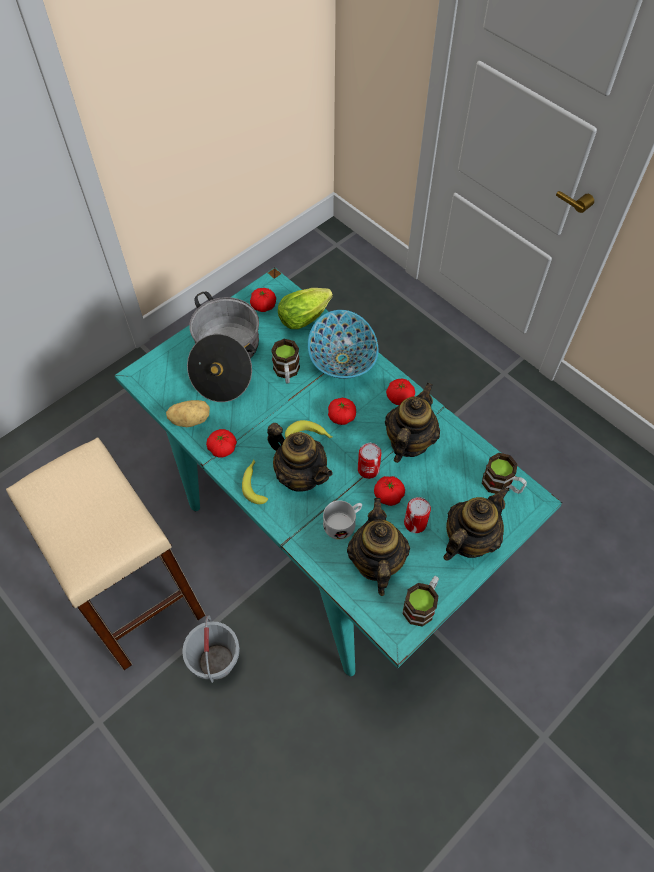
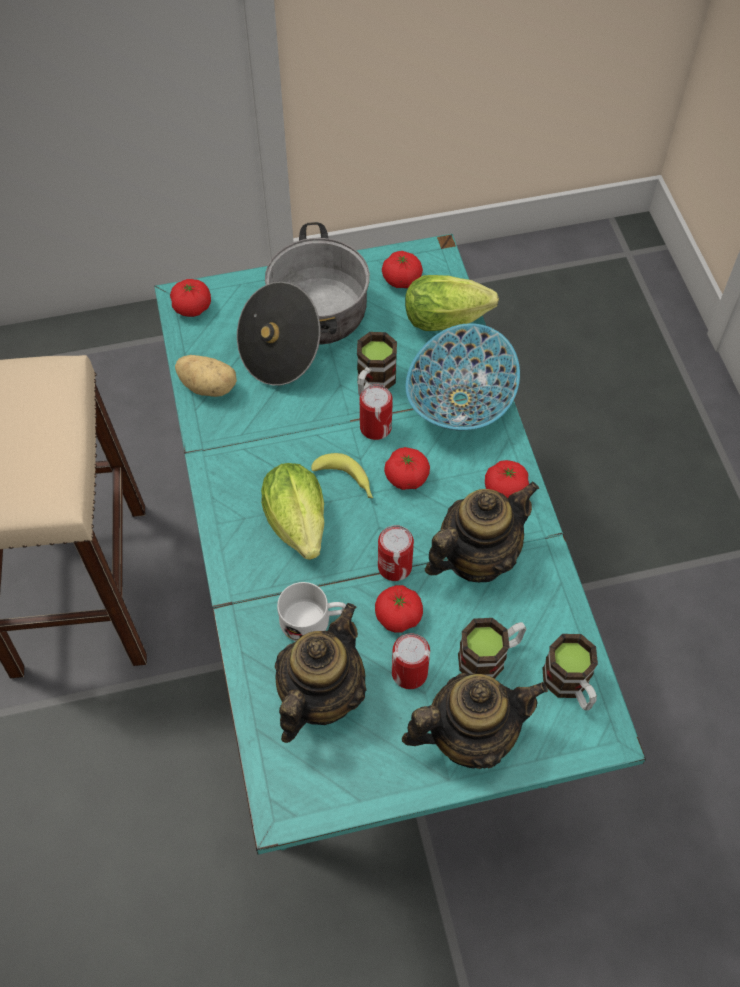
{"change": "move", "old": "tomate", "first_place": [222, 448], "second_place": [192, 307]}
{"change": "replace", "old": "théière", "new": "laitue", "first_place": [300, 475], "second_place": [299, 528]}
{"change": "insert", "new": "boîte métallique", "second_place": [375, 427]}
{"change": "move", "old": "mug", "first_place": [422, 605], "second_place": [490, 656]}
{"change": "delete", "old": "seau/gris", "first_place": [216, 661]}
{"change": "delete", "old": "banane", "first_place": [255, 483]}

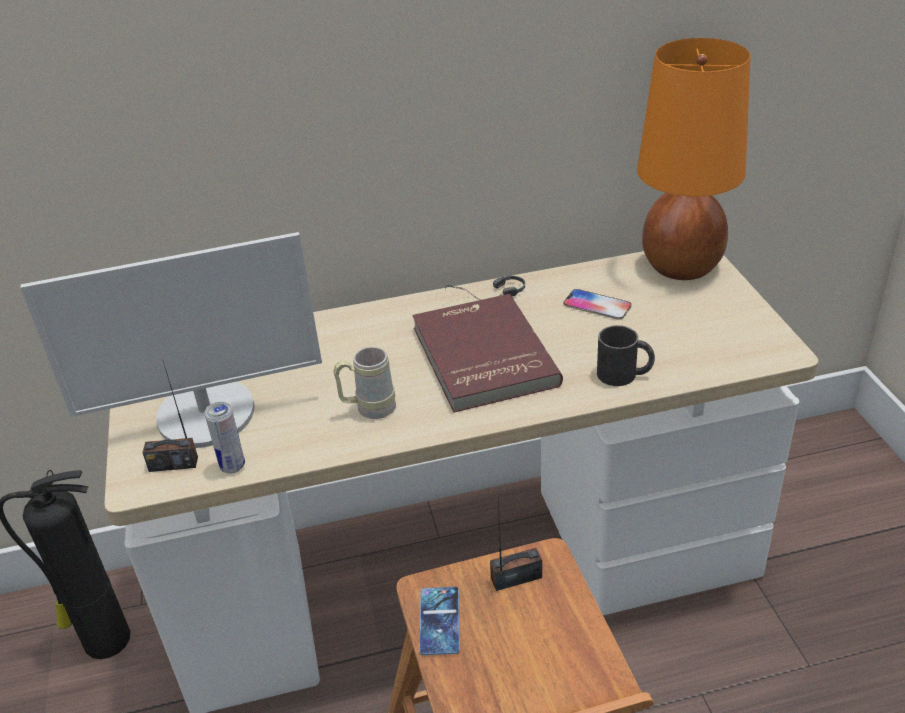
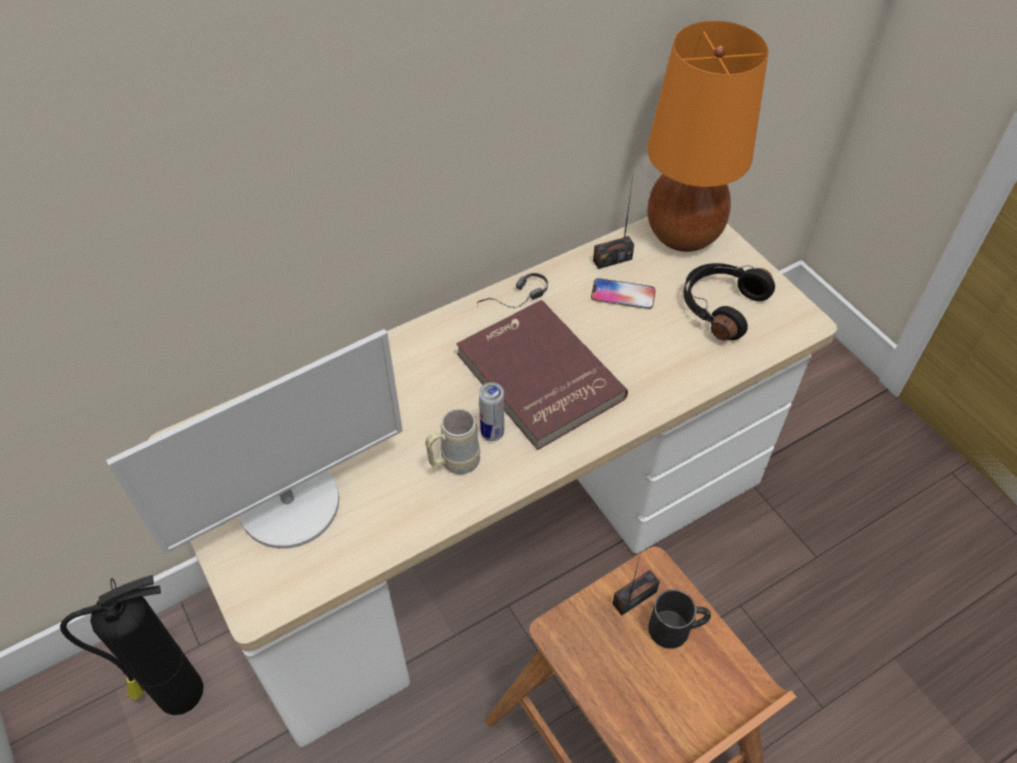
{"change": "move", "old": "boîte métallique", "first_place": [233, 466], "second_place": [492, 433]}
{"change": "move", "old": "radio", "first_place": [173, 464], "second_place": [612, 259]}
{"change": "move", "old": "mug/noir", "first_place": [624, 374], "second_place": [677, 628]}
{"change": "insert", "new": "casque audio/noir", "second_place": [720, 306]}
{"change": "delete", "old": "téléphone", "first_place": [439, 621]}

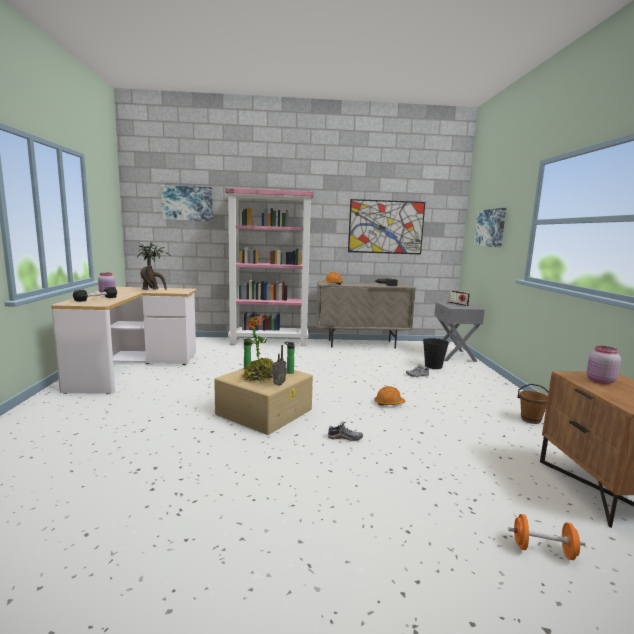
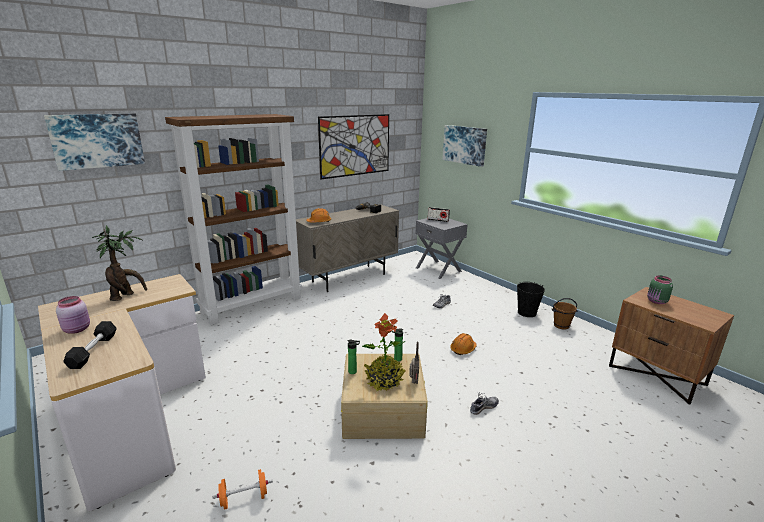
{"change": "recolor", "old": "bibliothèque/rose", "new": "bibliothèque/marron", "first_place": [269, 342], "second_place": [252, 304]}
{"change": "move", "old": "haltère/orange", "first_place": [543, 550], "second_place": [244, 498]}
{"change": "move", "old": "seau/noir", "first_place": [433, 366], "second_place": [527, 313]}
{"change": "recolor", "old": "bocal/rose", "new": "bocal/vert", "first_place": [599, 381], "second_place": [656, 301]}

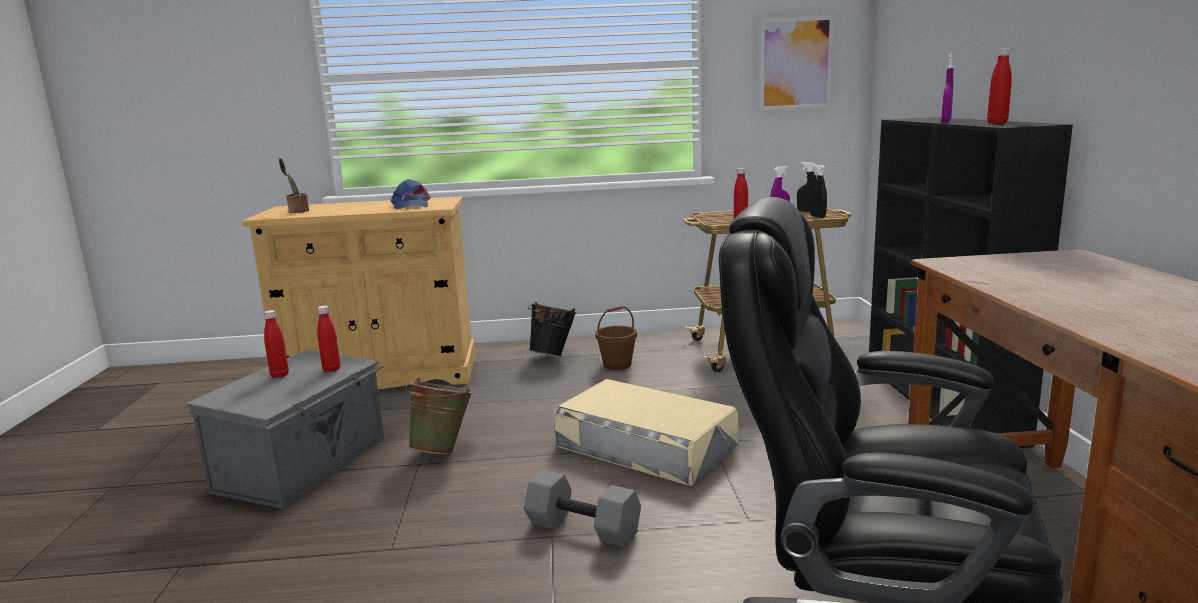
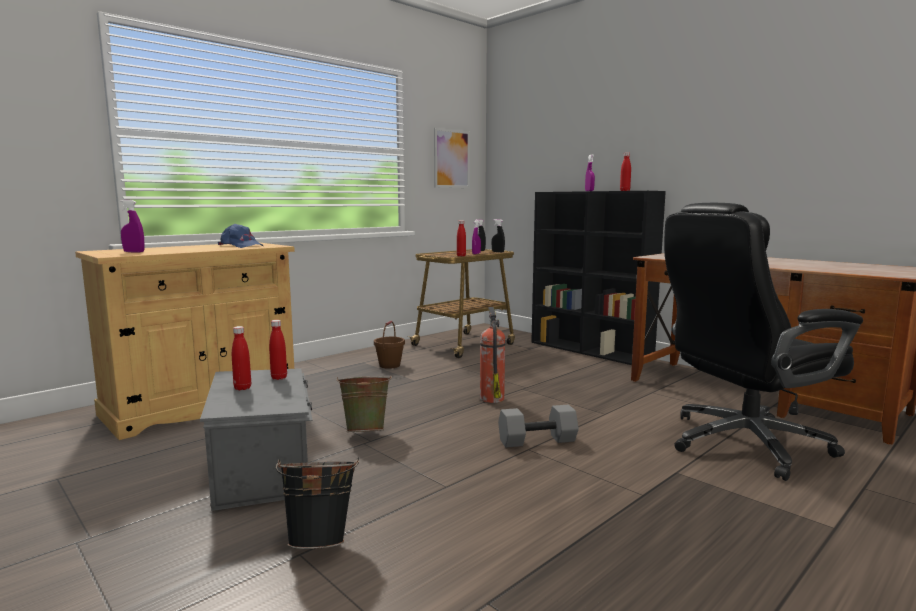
{"change": "replace", "old": "plante en pot", "new": "vaporisateur/violet", "first_place": [297, 211], "second_place": [134, 252]}
{"change": "move", "old": "seau/noir", "first_place": [554, 356], "second_place": [321, 540]}
{"change": "replace", "old": "boîte de rangement/beige", "new": "extincteur", "first_place": [646, 445], "second_place": [491, 398]}

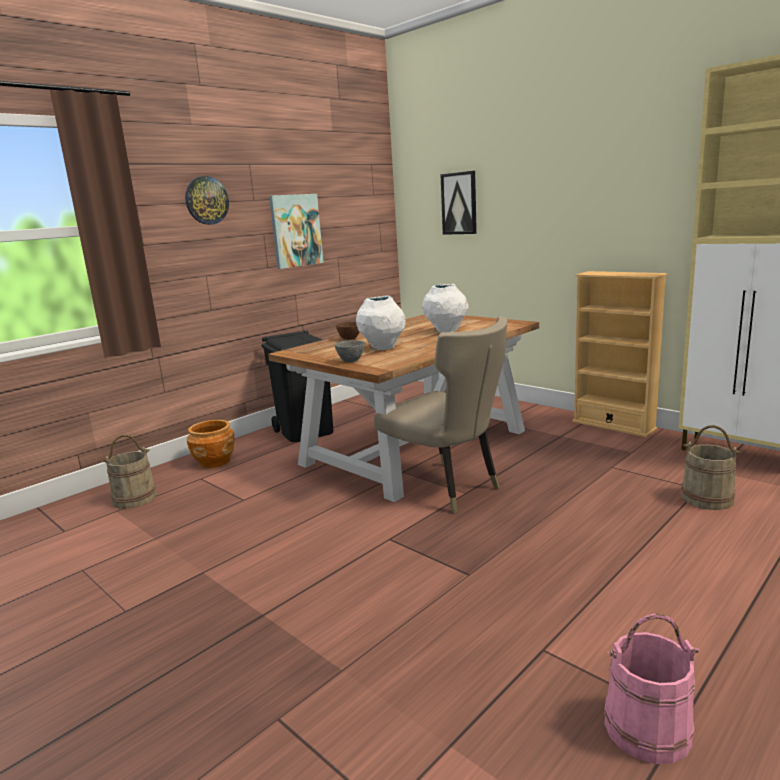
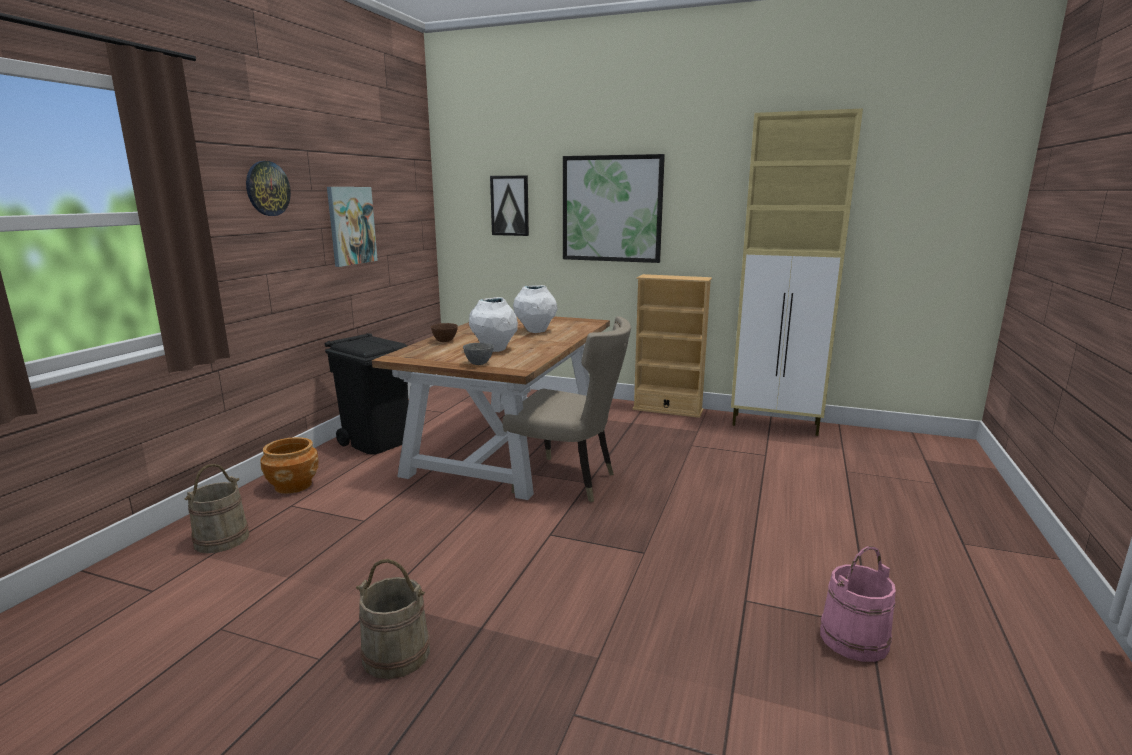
{"change": "move", "old": "seau/beige", "first_place": [706, 498], "second_place": [396, 654]}
{"change": "insert", "new": "tableau", "second_place": [612, 209]}

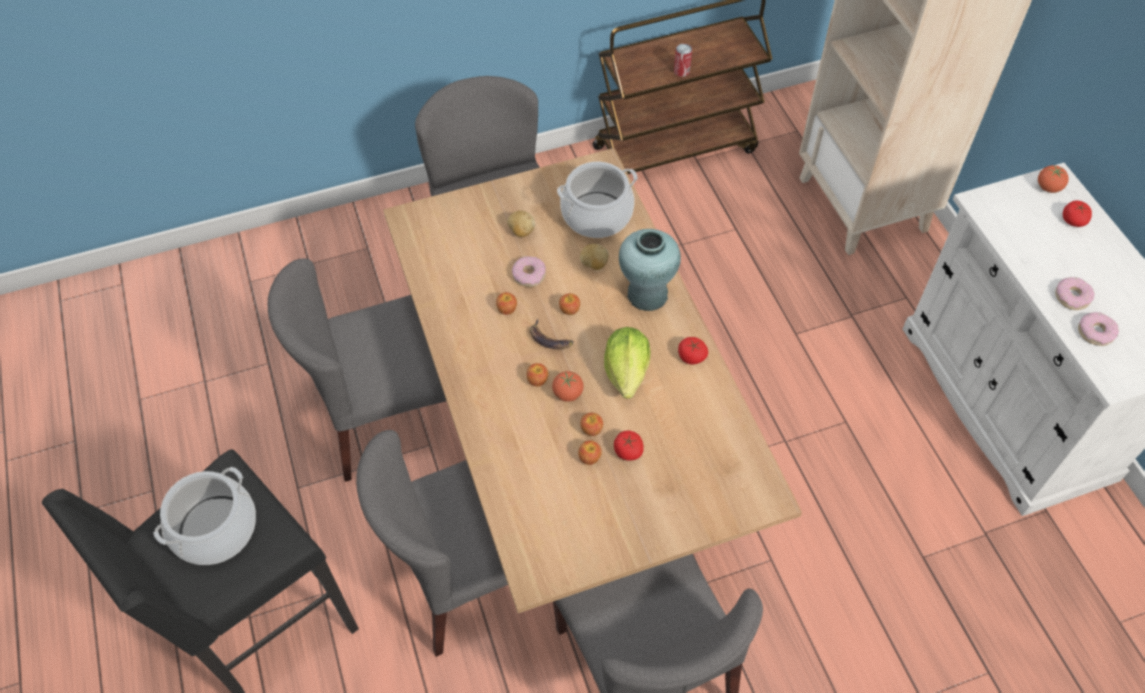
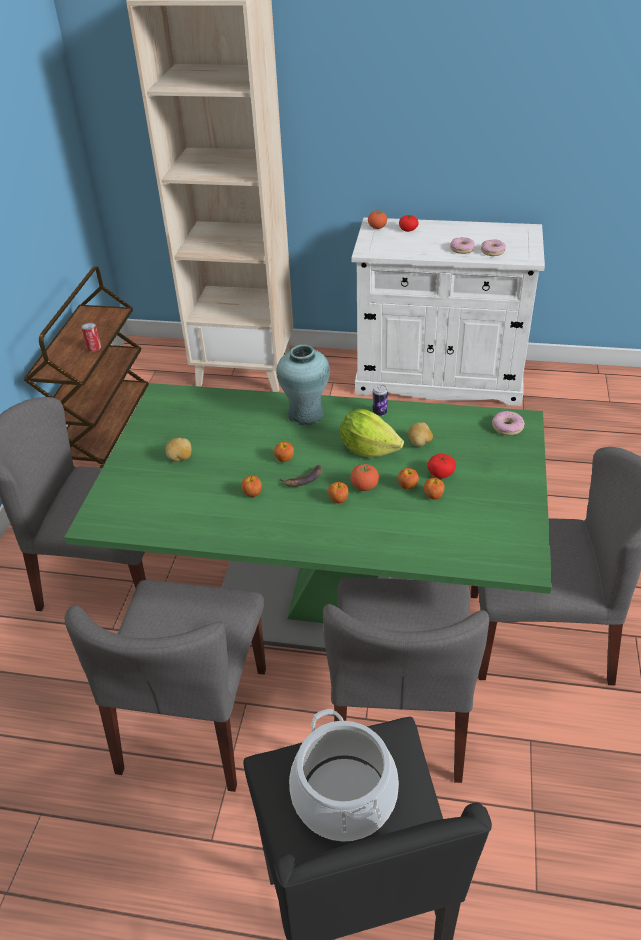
{"change": "recolor", "old": "table à manger/marron", "new": "table à manger/vert", "first_place": [574, 452], "second_place": [326, 603]}
{"change": "replace", "old": "tomate", "new": "boîte métallique", "first_place": [691, 356], "second_place": [379, 413]}
{"change": "move", "old": "pomme de terre", "first_place": [594, 264], "second_place": [419, 443]}
{"change": "move", "old": "beignet", "first_place": [529, 275], "second_place": [507, 427]}
{"change": "delete", "old": "marmite", "first_place": [597, 215]}

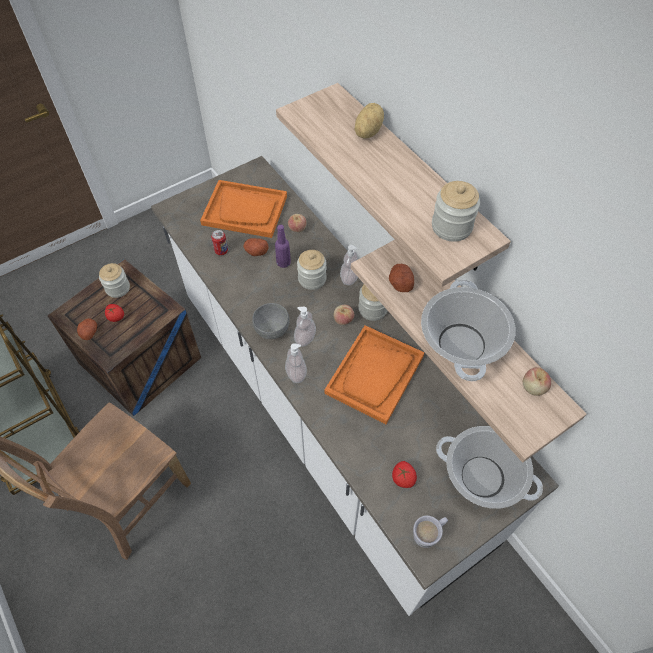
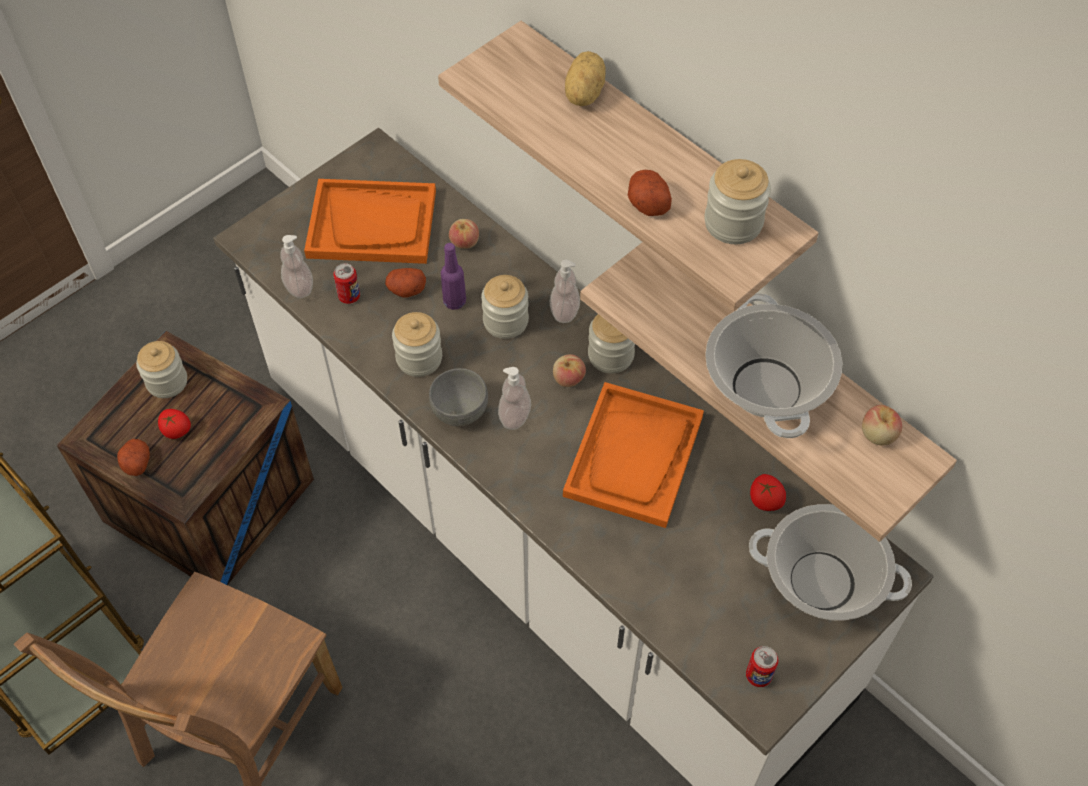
{"change": "move", "old": "distributeur de savon", "first_place": [296, 373], "second_place": [299, 287]}
{"change": "insert", "new": "bocal", "second_place": [419, 358]}
{"change": "move", "old": "pomme de terre", "first_place": [400, 283], "second_place": [647, 203]}
{"change": "replace", "old": "mug/blanc", "new": "boîte métallique", "first_place": [428, 534], "second_place": [758, 675]}
{"change": "move", "old": "tomate", "first_place": [403, 478], "second_place": [765, 500]}

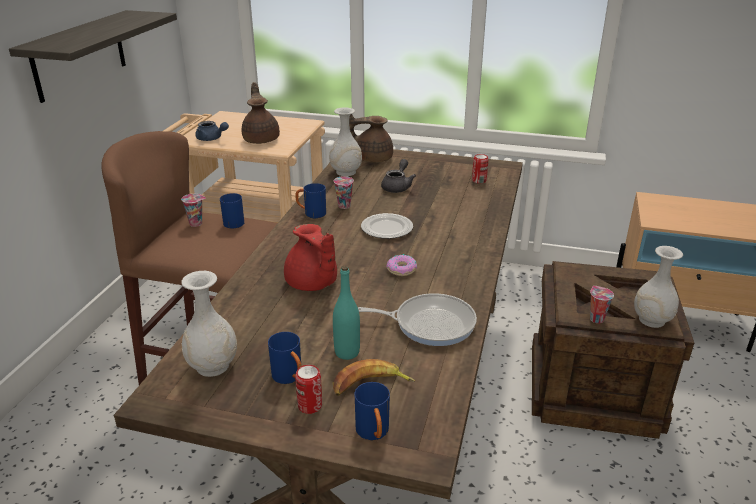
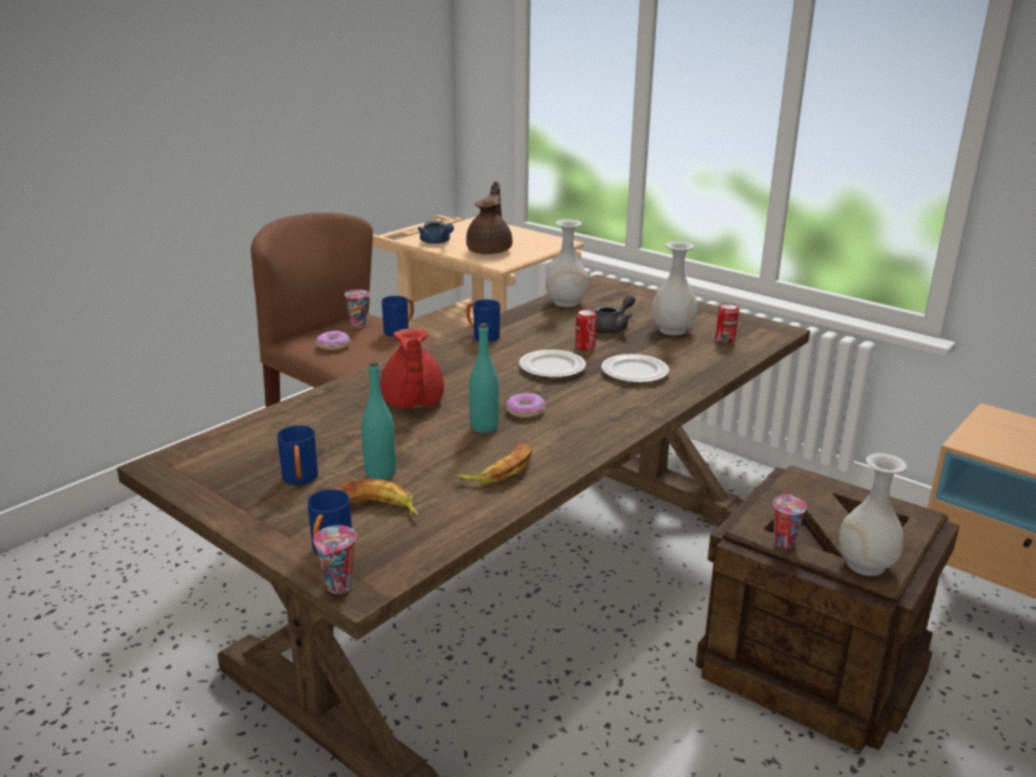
{"change": "move", "old": "tasse", "first_place": [345, 206], "second_place": [339, 587]}
{"change": "insert", "new": "beignet", "second_place": [333, 345]}
{"change": "replace", "old": "poêle", "new": "banane", "first_place": [430, 324], "second_place": [499, 470]}
{"change": "insert", "new": "bouteille/turquoise", "second_place": [484, 427]}
{"change": "move", "old": "boîte métallique", "first_place": [310, 405], "second_place": [585, 346]}
{"change": "insert", "new": "assiette", "second_place": [635, 372]}
{"change": "move", "old": "vase/blanc", "first_place": [213, 365], "second_place": [673, 330]}
{"change": "delete", "old": "étagère", "first_place": [79, 55]}
{"change": "delete", "old": "théière/marron", "first_place": [371, 158]}

